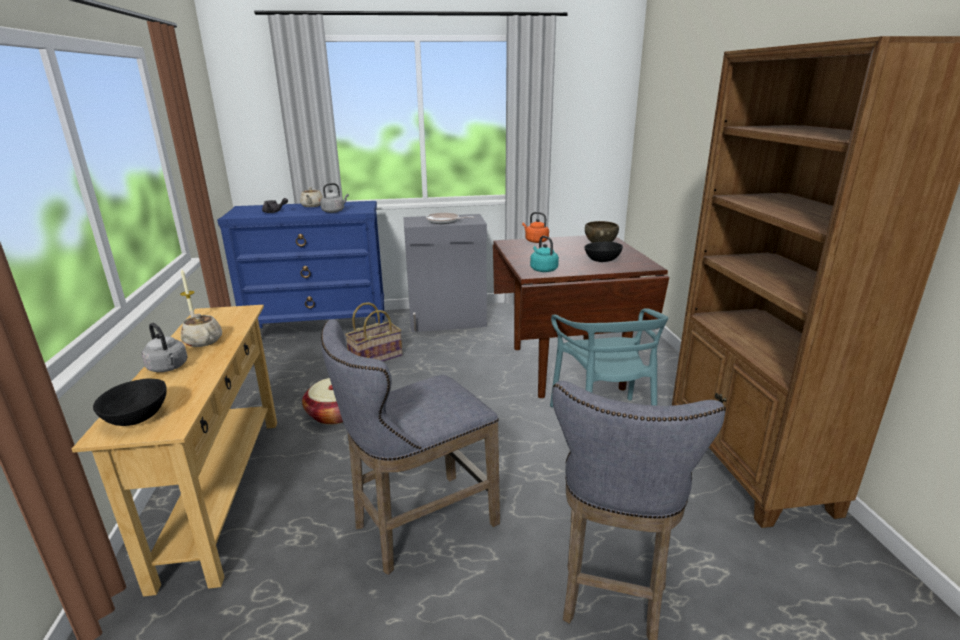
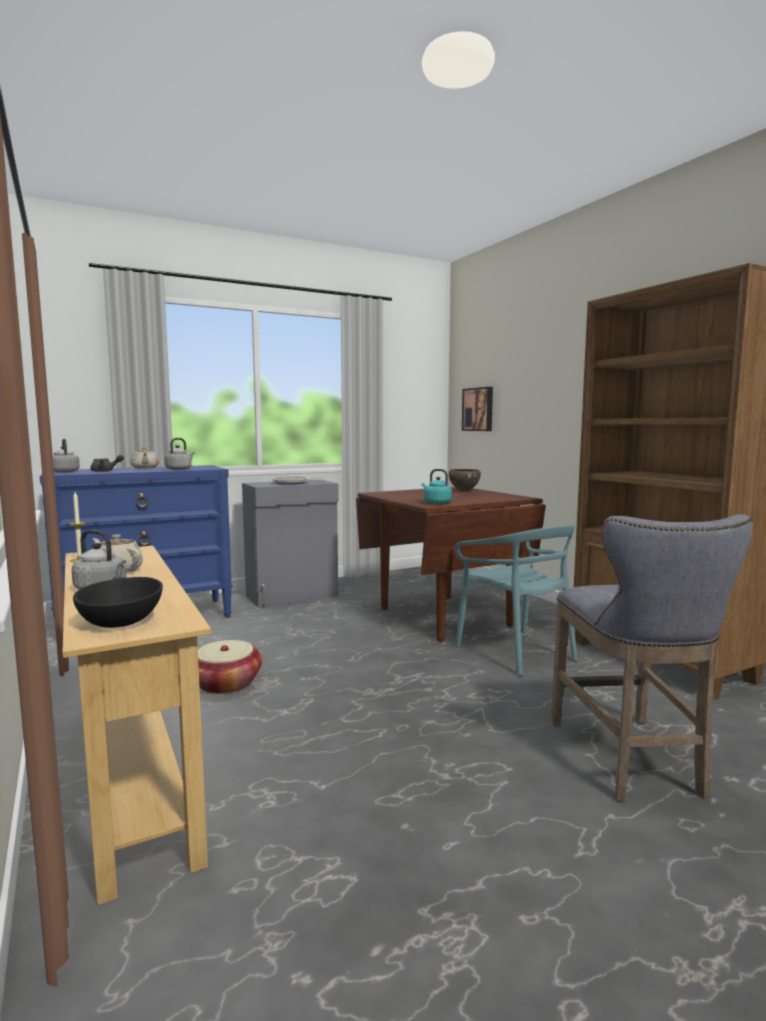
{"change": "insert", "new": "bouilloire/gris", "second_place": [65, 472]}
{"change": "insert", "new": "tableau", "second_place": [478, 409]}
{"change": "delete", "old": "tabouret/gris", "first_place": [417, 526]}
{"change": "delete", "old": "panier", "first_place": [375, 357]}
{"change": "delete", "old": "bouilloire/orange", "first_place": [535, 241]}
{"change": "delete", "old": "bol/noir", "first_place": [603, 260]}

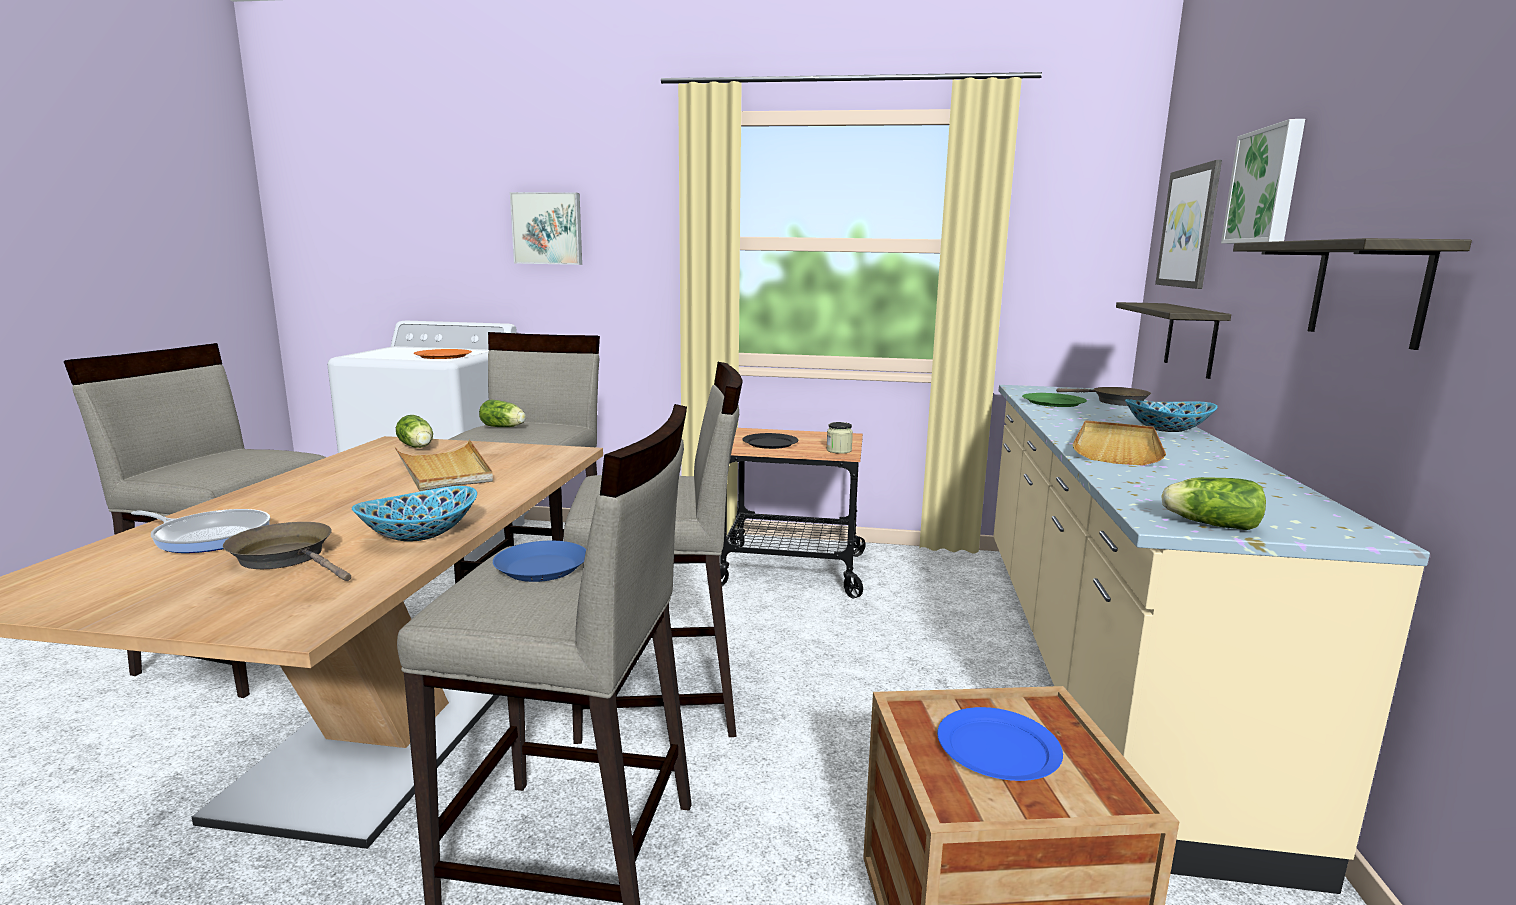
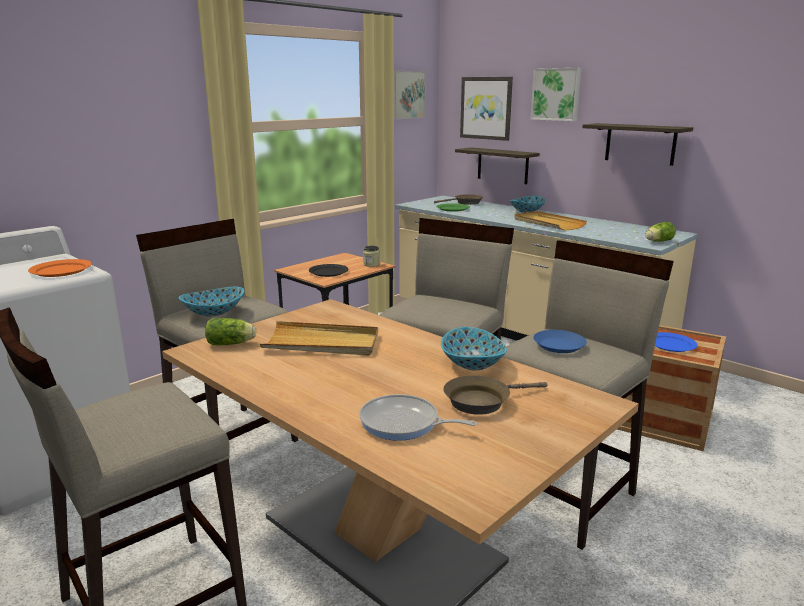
{"change": "replace", "old": "laitue", "new": "bol", "first_place": [504, 427], "second_place": [213, 313]}
{"change": "rotate", "old": "poêle", "first_place": [209, 536], "second_place": [403, 423], "degrees": -120}
{"change": "move", "old": "tableau", "first_place": [548, 228], "second_place": [406, 95]}

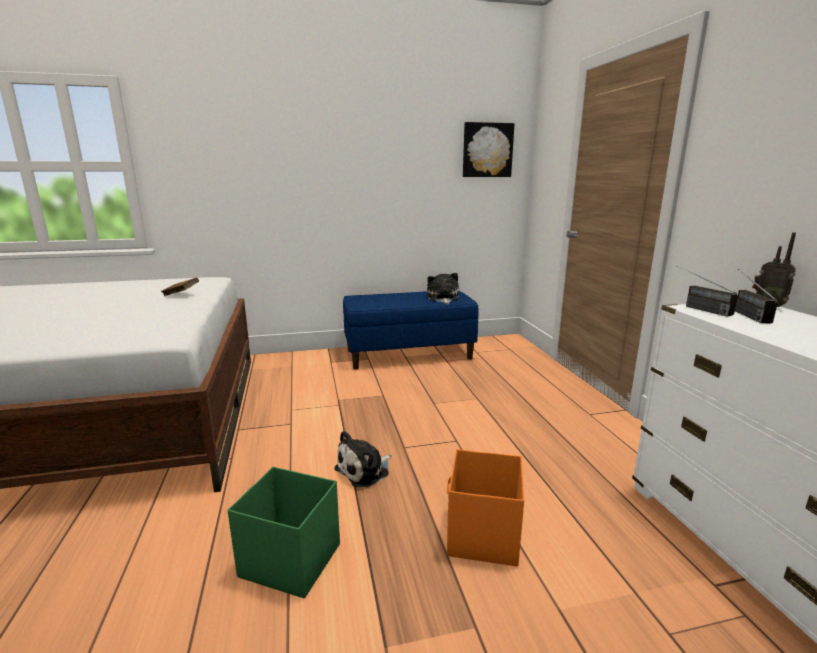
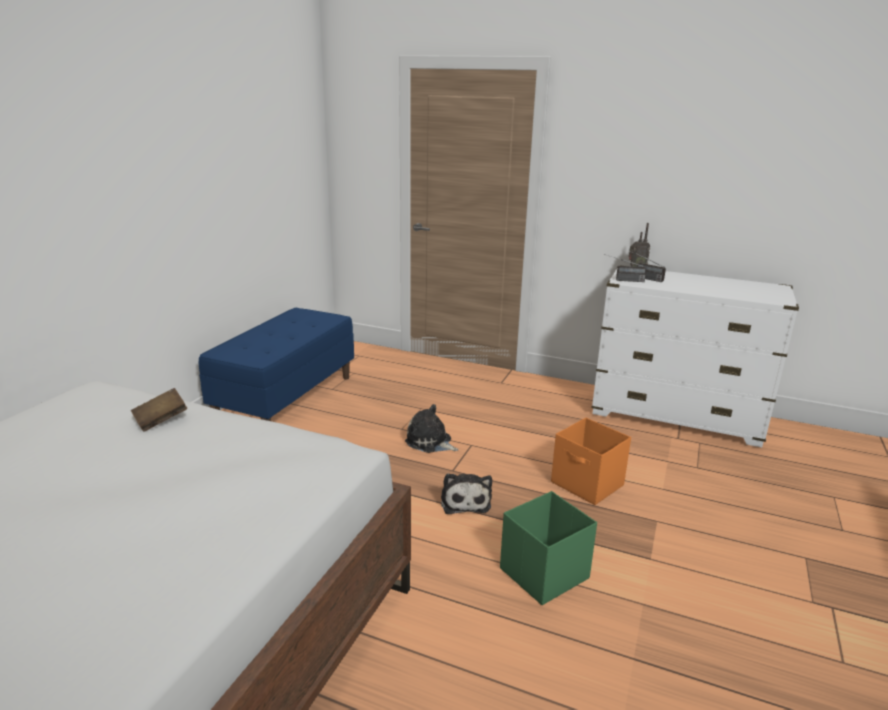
{"change": "move", "old": "peluche", "first_place": [443, 298], "second_place": [430, 442]}
{"change": "delete", "old": "tableau", "first_place": [487, 150]}

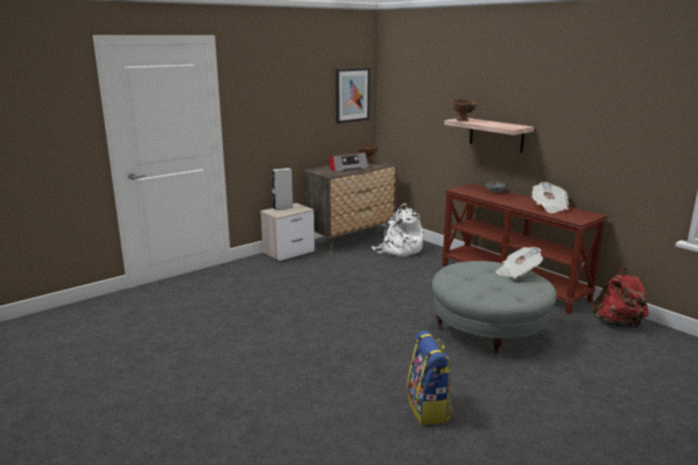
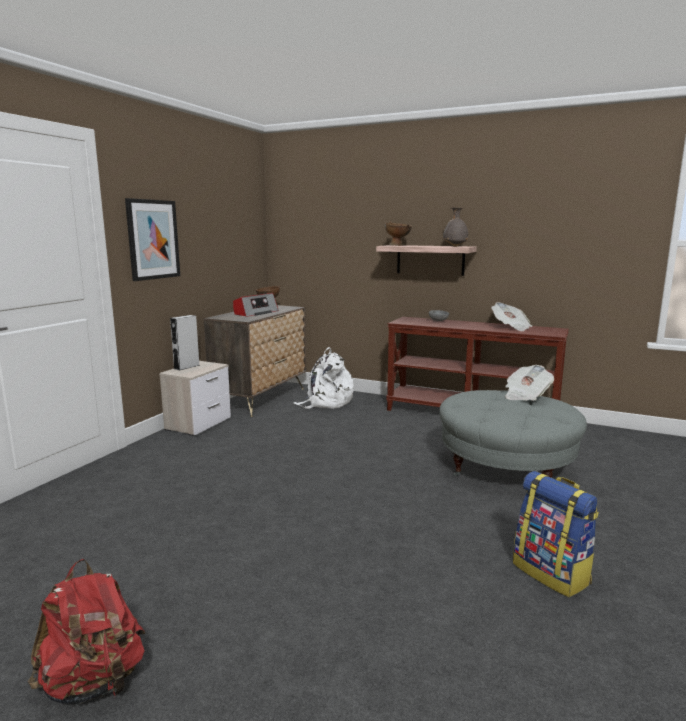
{"change": "move", "old": "sac à dos/rouge", "first_place": [618, 324], "second_place": [94, 683]}
{"change": "move", "old": "tableau", "first_place": [352, 95], "second_place": [153, 239]}
{"change": "insert", "new": "vase/gris", "second_place": [455, 246]}

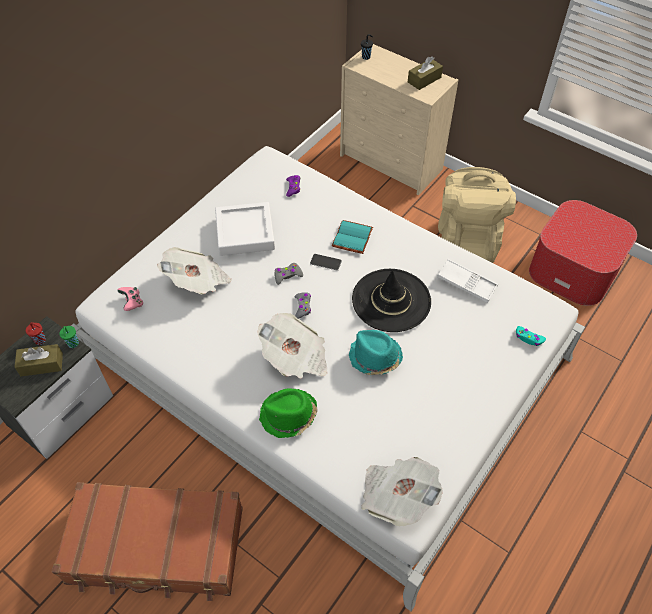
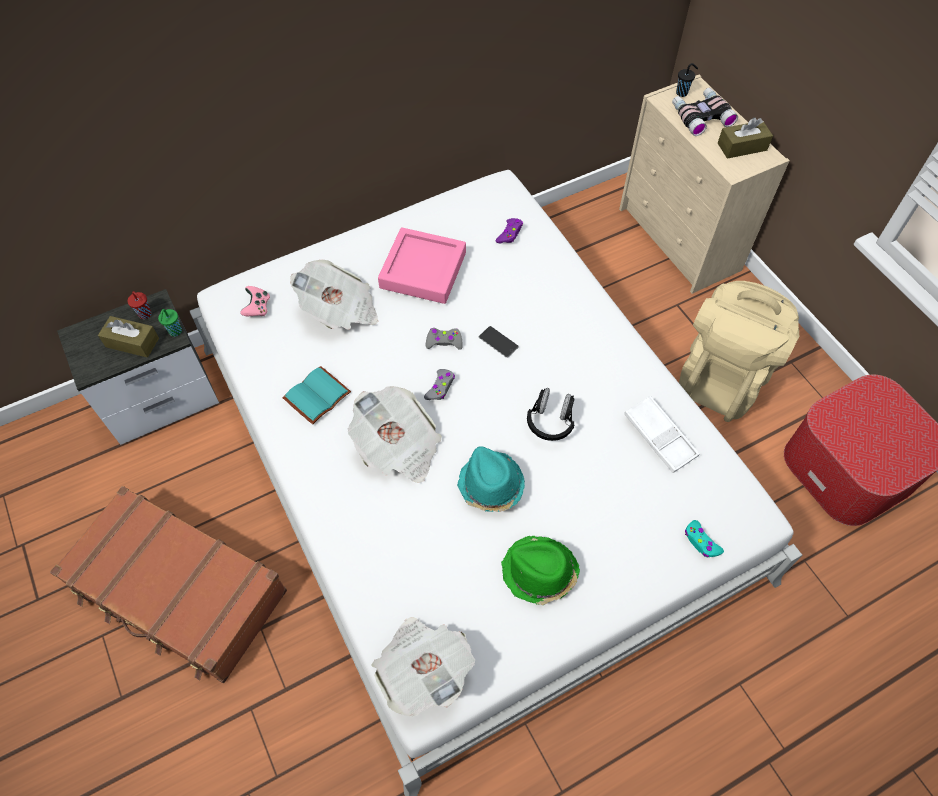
{"change": "move", "old": "livre/turquoise", "first_place": [353, 238], "second_place": [317, 397]}
{"change": "recolor", "old": "plateau/blanc", "new": "plateau/rose", "first_place": [245, 233], "second_place": [423, 270]}
{"change": "move", "old": "chapeau/vert", "first_place": [288, 416], "second_place": [538, 573]}
{"change": "replace", "old": "chapeau/noir", "new": "casque audio/noir", "first_place": [391, 300], "second_place": [551, 421]}
{"change": "insert", "new": "jumelles", "second_place": [701, 116]}

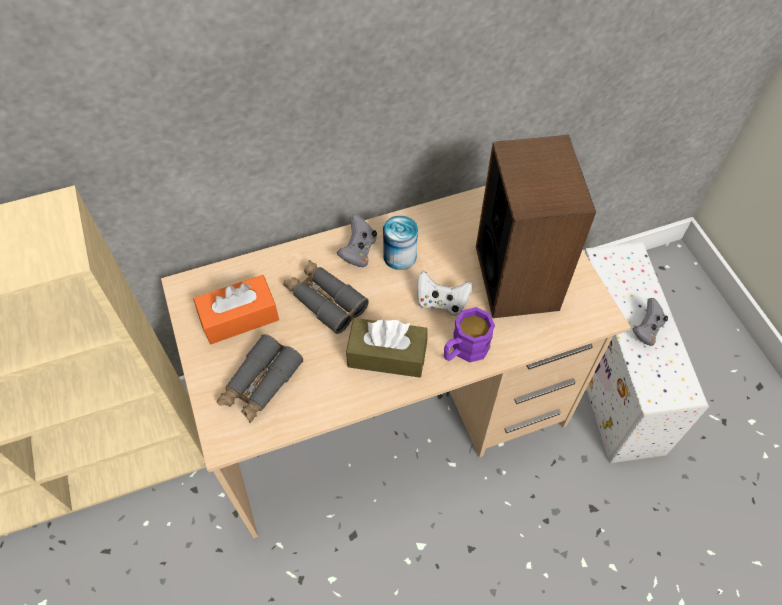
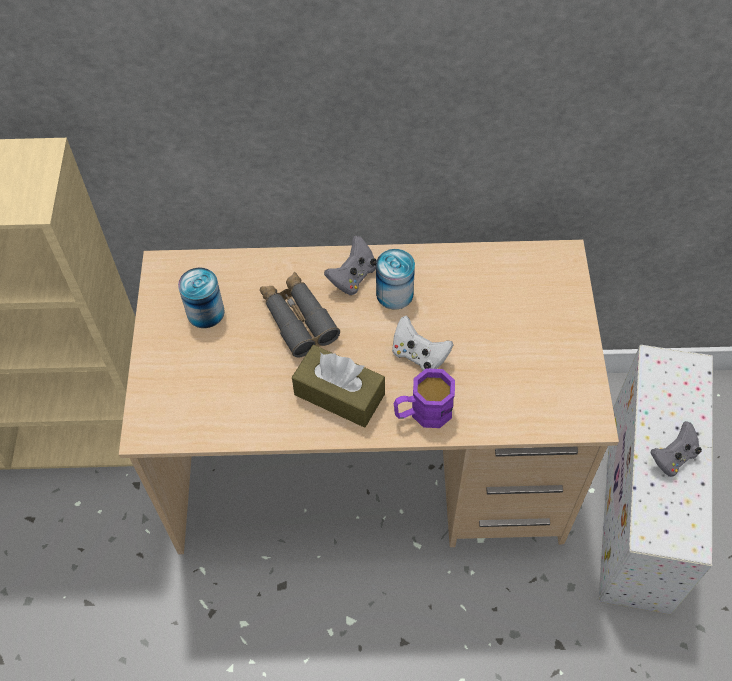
{"change": "replace", "old": "boîte à mouchoirs/orange", "new": "boîte métallique", "first_place": [239, 317], "second_place": [205, 312]}
{"change": "delete", "old": "jumelles/gris", "first_place": [260, 384]}
{"change": "delete", "old": "enceinte", "first_place": [517, 277]}

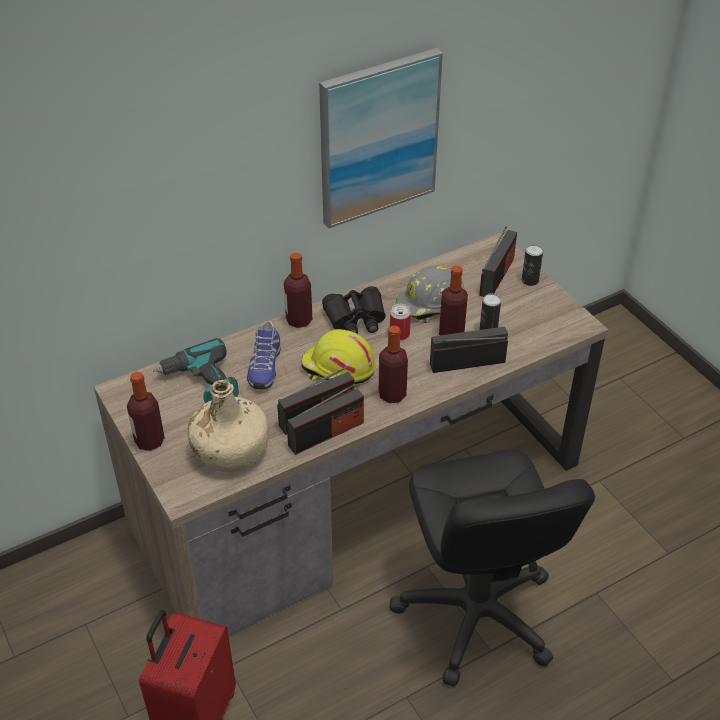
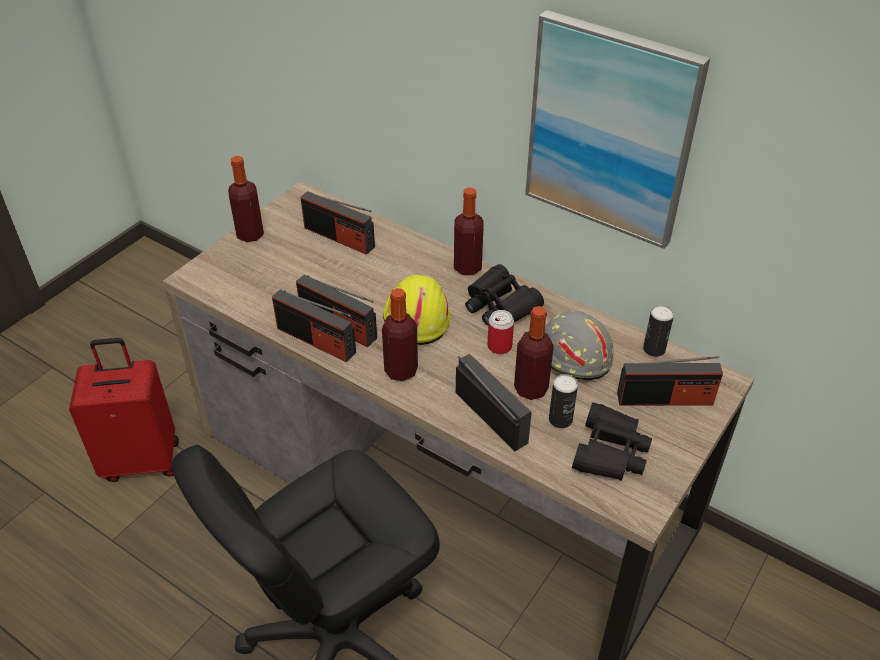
{"change": "replace", "old": "perceuse", "new": "radio", "first_place": [202, 383], "second_place": [339, 237]}
{"change": "insert", "new": "jumelles/noir", "second_place": [610, 452]}
{"change": "move", "old": "boîte métallique", "first_place": [530, 280], "second_place": [654, 349]}
{"change": "delete", "old": "bouteille/beige", "first_place": [231, 450]}
{"change": "delete", "old": "chaussure", "first_place": [264, 367]}

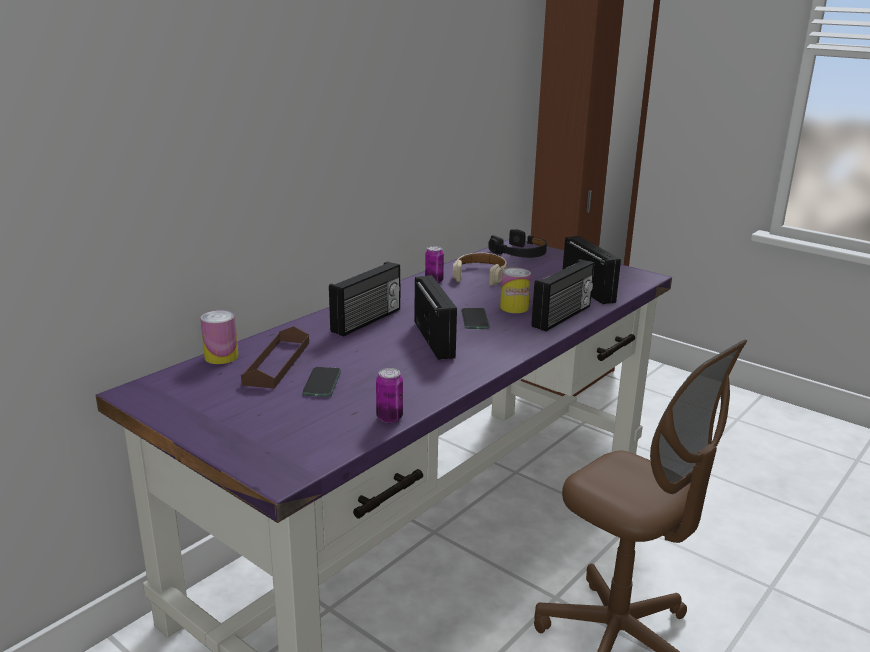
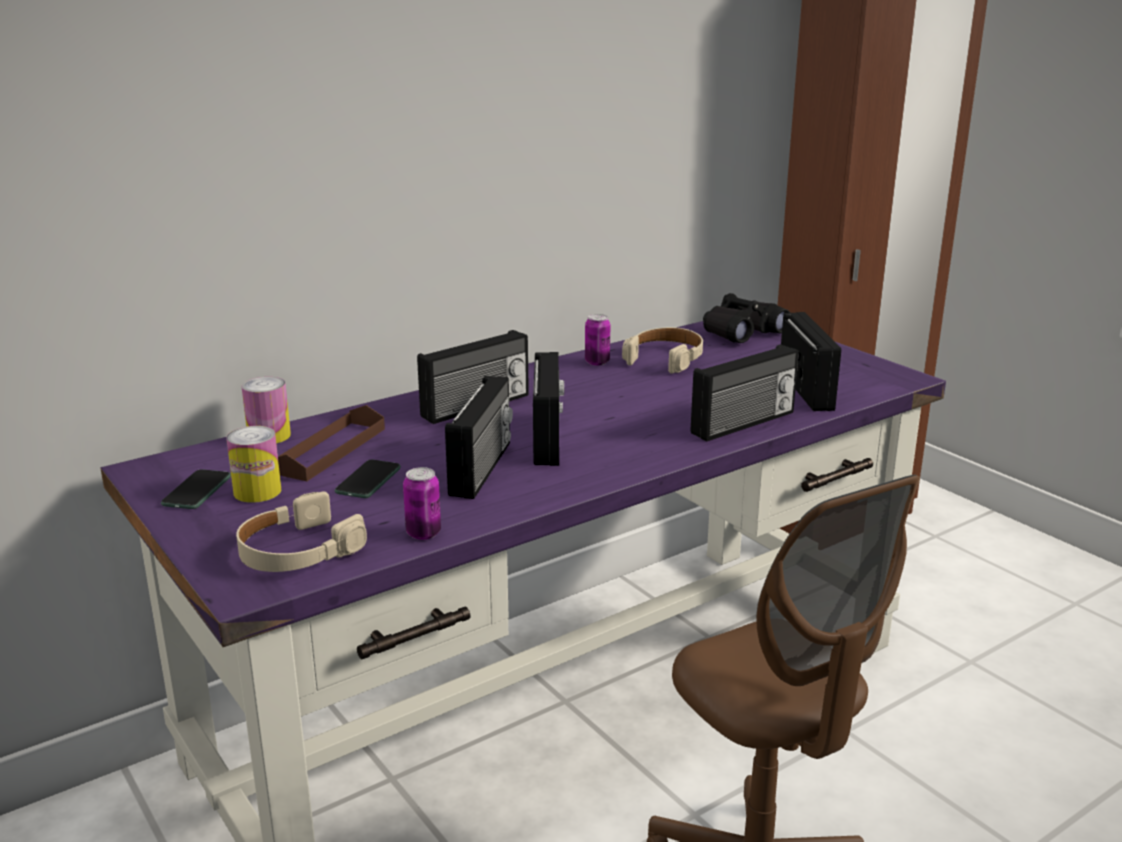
{"change": "move", "old": "téléphone", "first_place": [475, 319], "second_place": [197, 491]}
{"change": "move", "old": "boîte métallique", "first_place": [514, 307], "second_place": [257, 491]}
{"change": "insert", "new": "casque audio/beige", "second_place": [298, 551]}
{"change": "insert", "new": "radio", "second_place": [483, 468]}
{"change": "replace", "old": "casque audio/noir", "new": "jumelles/noir", "first_place": [520, 253], "second_place": [741, 332]}

